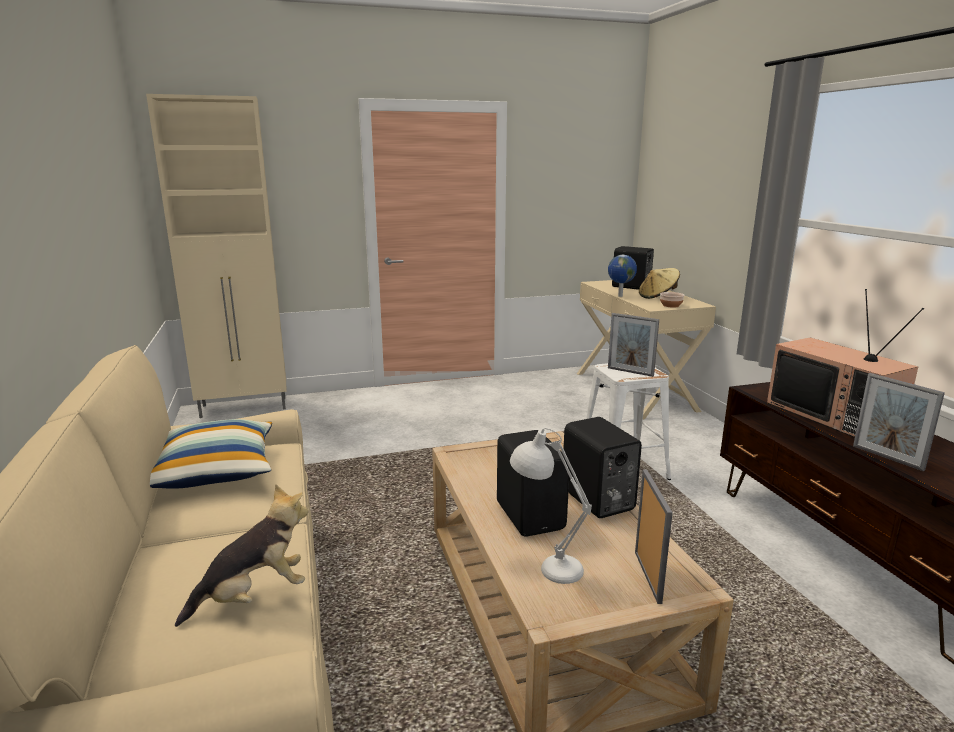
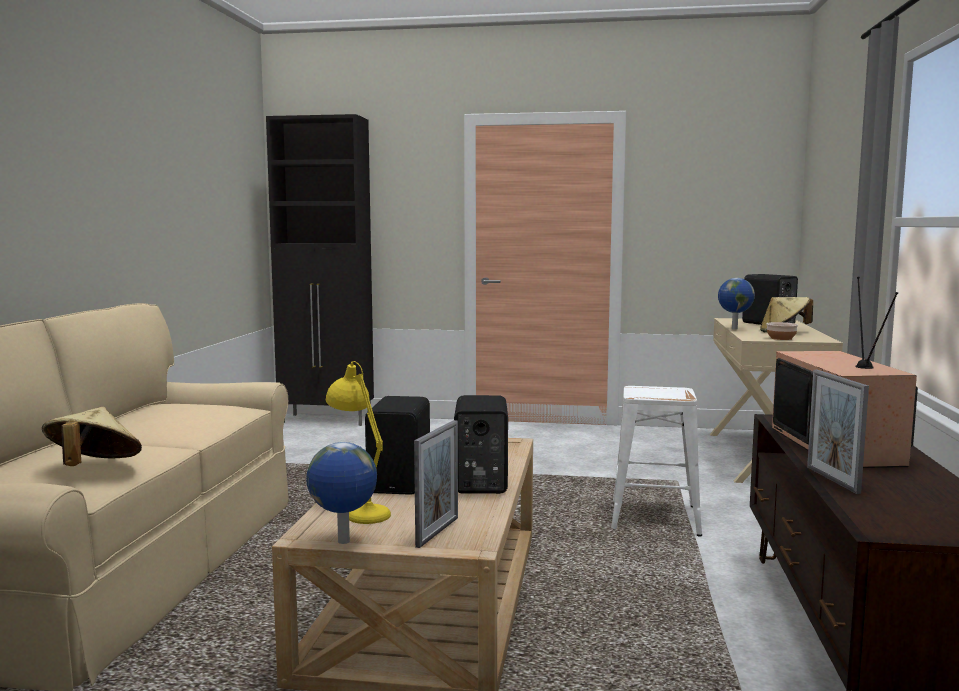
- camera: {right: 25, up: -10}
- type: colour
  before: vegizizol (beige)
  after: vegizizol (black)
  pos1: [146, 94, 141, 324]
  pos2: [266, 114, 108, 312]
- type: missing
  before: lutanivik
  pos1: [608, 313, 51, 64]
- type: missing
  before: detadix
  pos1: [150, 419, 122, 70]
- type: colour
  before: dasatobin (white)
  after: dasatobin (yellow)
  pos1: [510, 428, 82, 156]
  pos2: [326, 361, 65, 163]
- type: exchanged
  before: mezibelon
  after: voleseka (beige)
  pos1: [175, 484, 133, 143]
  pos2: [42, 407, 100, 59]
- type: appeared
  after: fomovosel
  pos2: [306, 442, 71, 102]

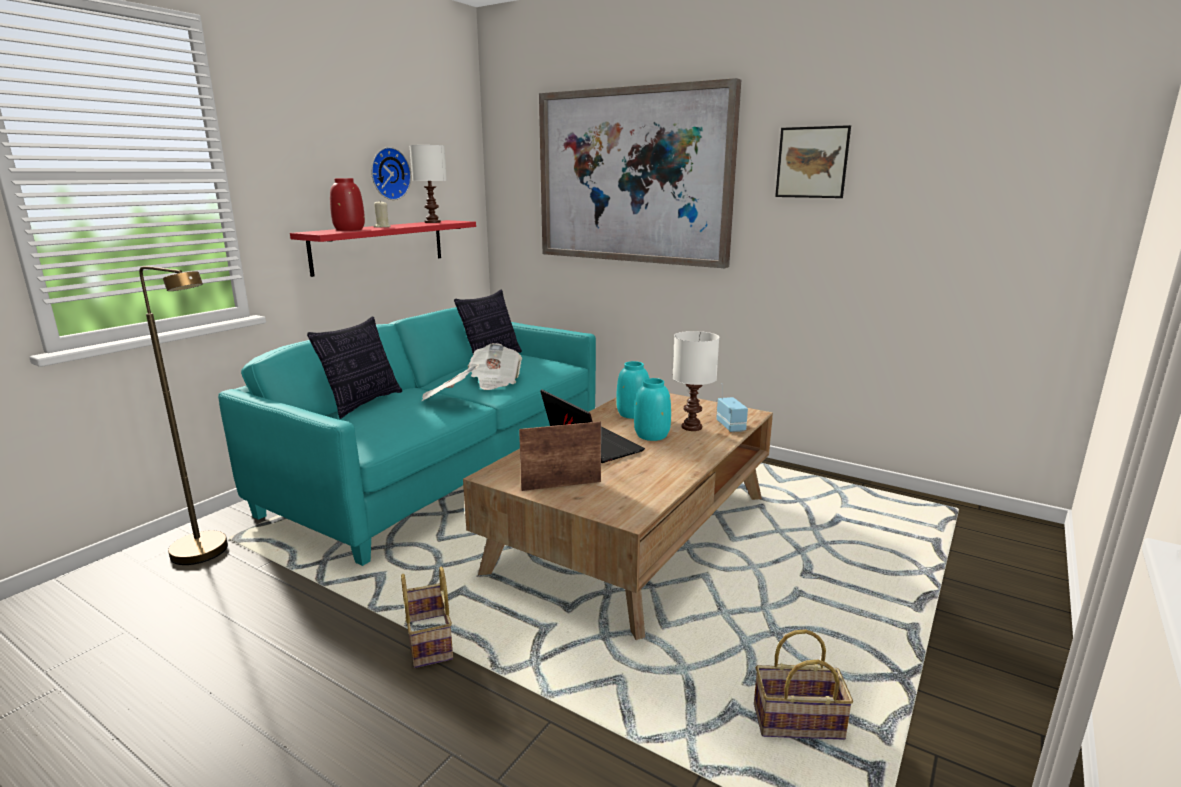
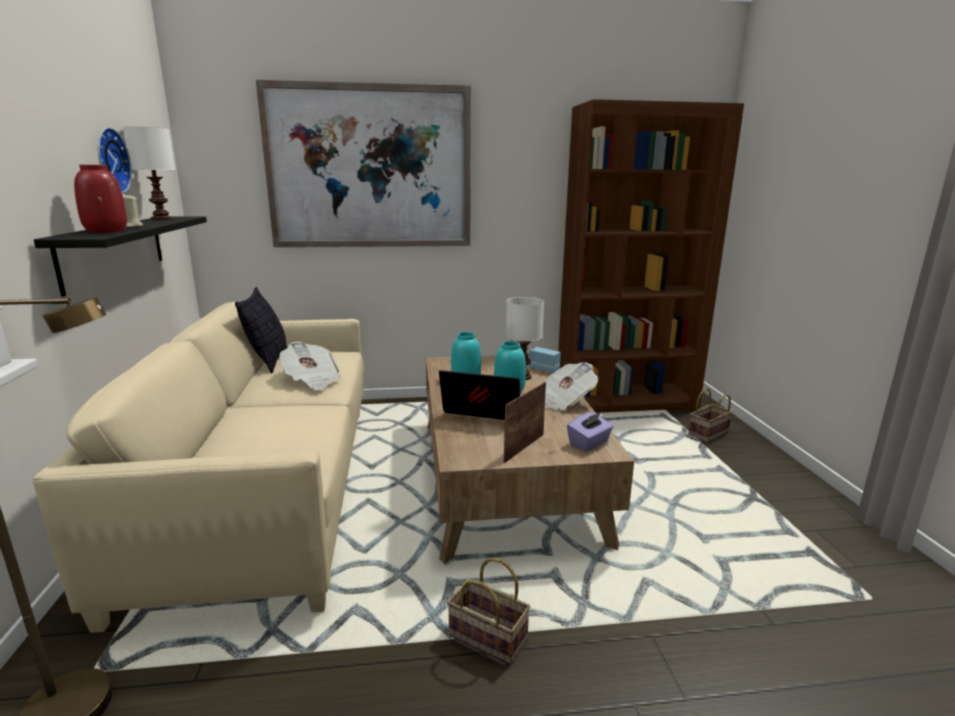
- camera: {right: -40, up: 0}
- type: missing
  before: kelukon
  pos1: [775, 125, 76, 73]
- type: colour
  before: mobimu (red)
  after: mobimu (black)
  pos1: [290, 220, 186, 57]
  pos2: [34, 216, 173, 81]
- type: colour
  before: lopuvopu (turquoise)
  after: lopuvopu (beige)
  pos1: [218, 307, 378, 259]
  pos2: [33, 301, 331, 332]
- type: missing
  before: detadix
  pos1: [307, 317, 95, 102]
- type: relocated
  before: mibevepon
  pos1: [421, 365, 58, 37]
  pos2: [545, 362, 53, 49]
- type: relocated
  before: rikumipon
  pos1: [754, 629, 99, 111]
  pos2: [688, 388, 45, 55]
- type: appeared
  after: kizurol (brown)
  pos2: [558, 99, 186, 314]
- type: appeared
  after: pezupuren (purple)
  pos2: [567, 412, 47, 39]

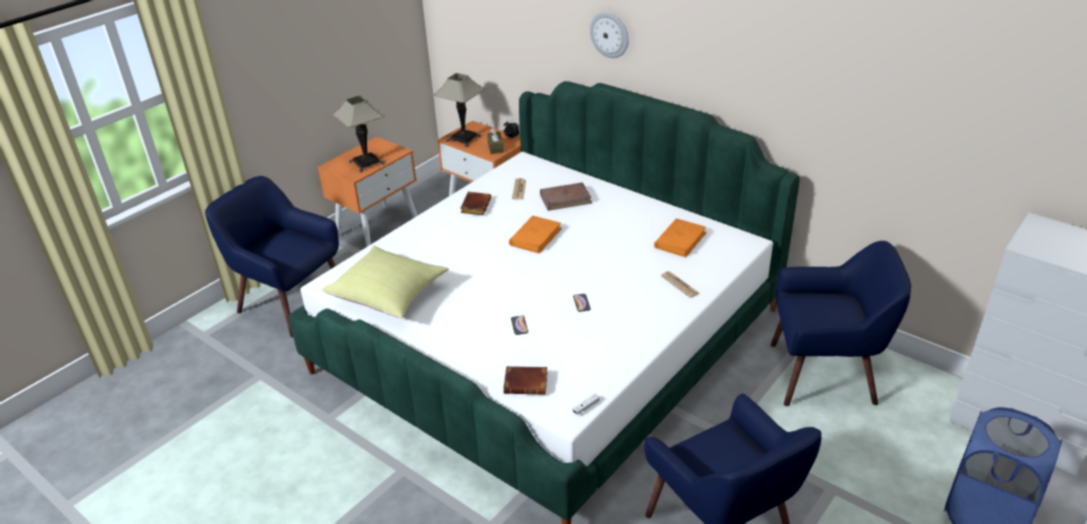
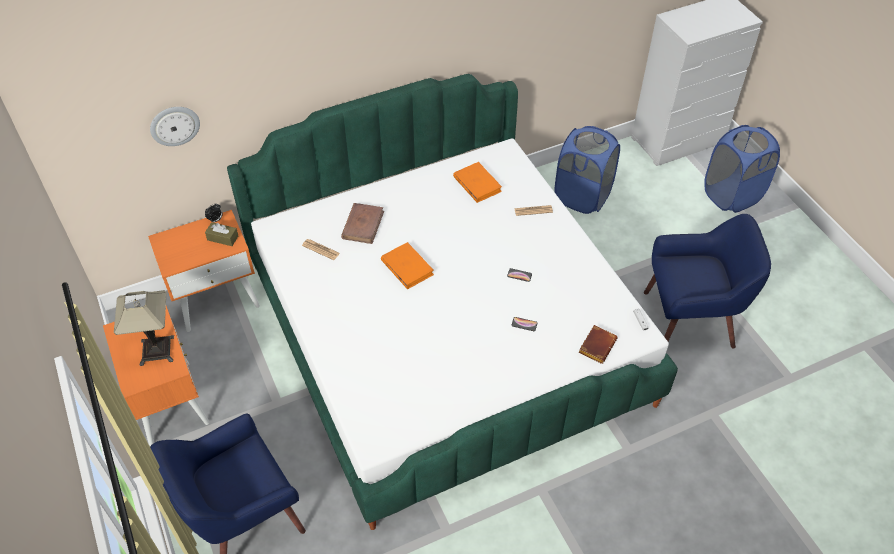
- camera: {right: -65, up: 15}
- type: relocated
  before: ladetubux
  pos1: [590, 12, 39, 46]
  pos2: [150, 107, 50, 39]
- type: missing
  before: dasatobin
  pos1: [434, 73, 51, 74]
- type: missing
  before: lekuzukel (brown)
  pos1: [460, 192, 31, 23]
- type: exchanged
  before: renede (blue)
  after: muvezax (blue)
  pos1: [771, 241, 140, 165]
  pos2: [554, 126, 66, 88]
- type: missing
  before: detadix (yellow)
  pos1: [322, 246, 127, 72]

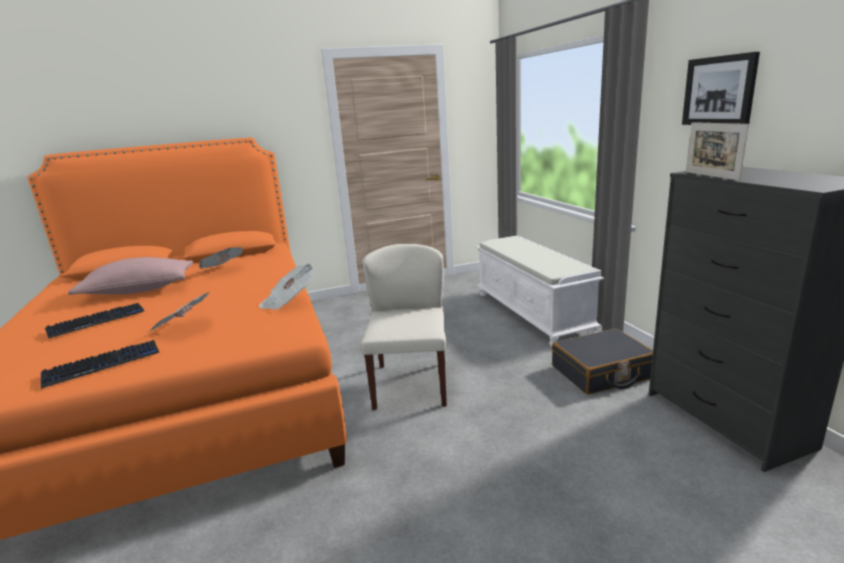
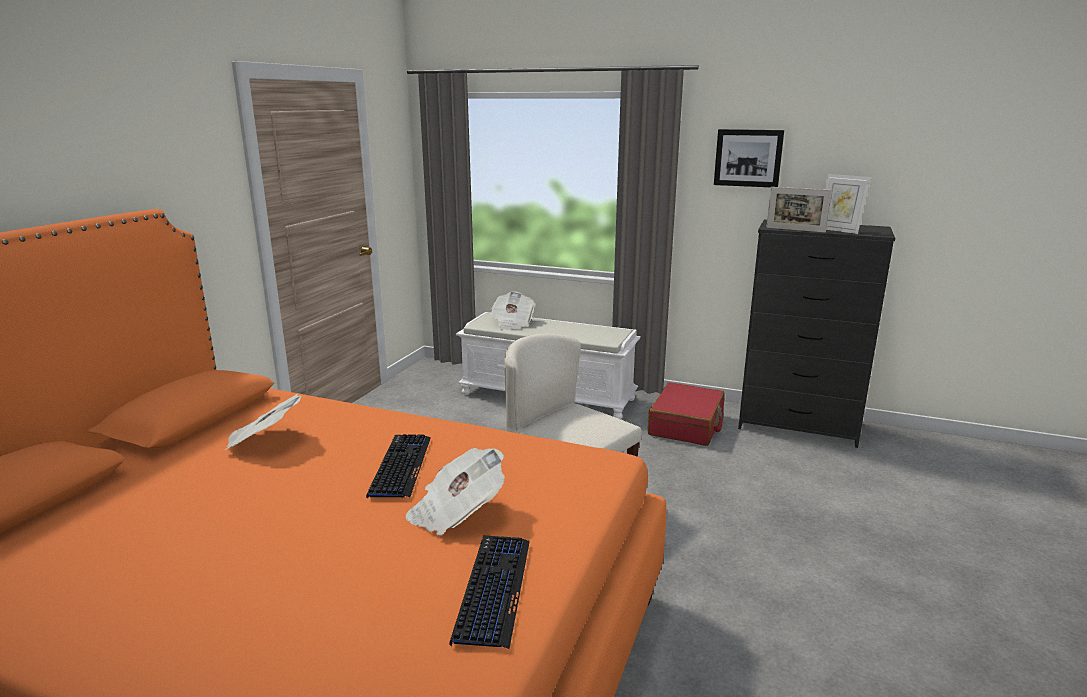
- camera: {right: -50, up: 0}
- type: missing
  before: detadix (pink)
  pos1: [68, 257, 125, 38]
- type: relocated
  before: mibevepon
  pos1: [259, 263, 56, 47]
  pos2: [491, 291, 45, 39]
- type: relocated
  before: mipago
  pos1: [45, 303, 99, 36]
  pos2: [366, 434, 65, 64]
- type: colour
  before: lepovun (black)
  after: lepovun (red)
  pos1: [552, 328, 101, 66]
  pos2: [648, 382, 77, 64]
- type: appeared
  after: lutanivik
  pos2: [824, 174, 47, 60]

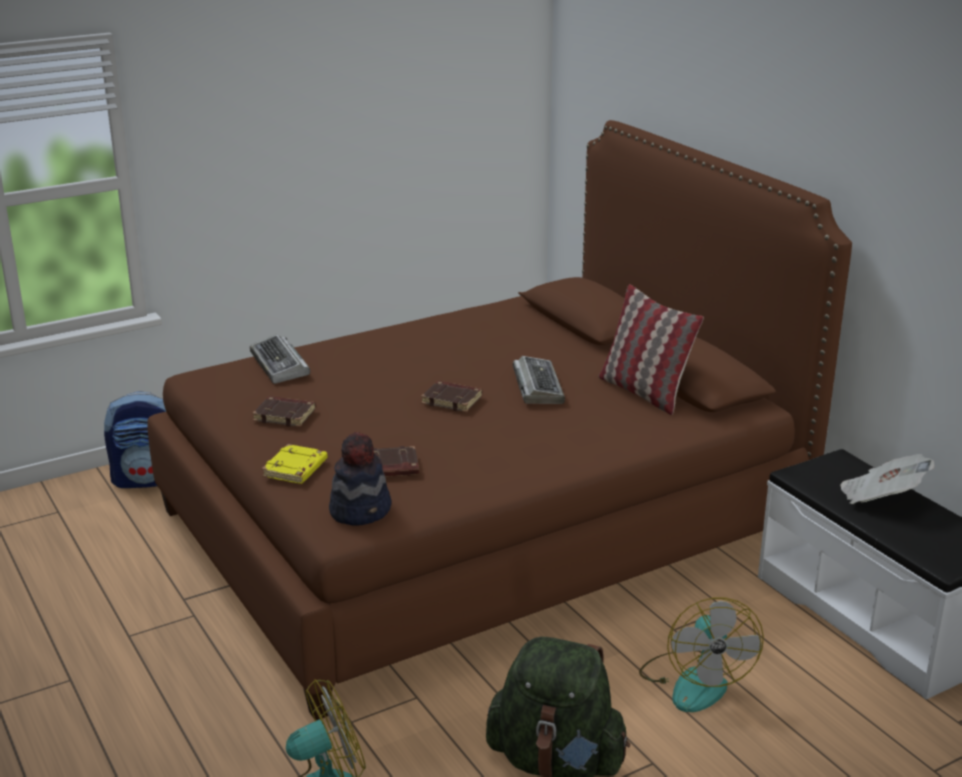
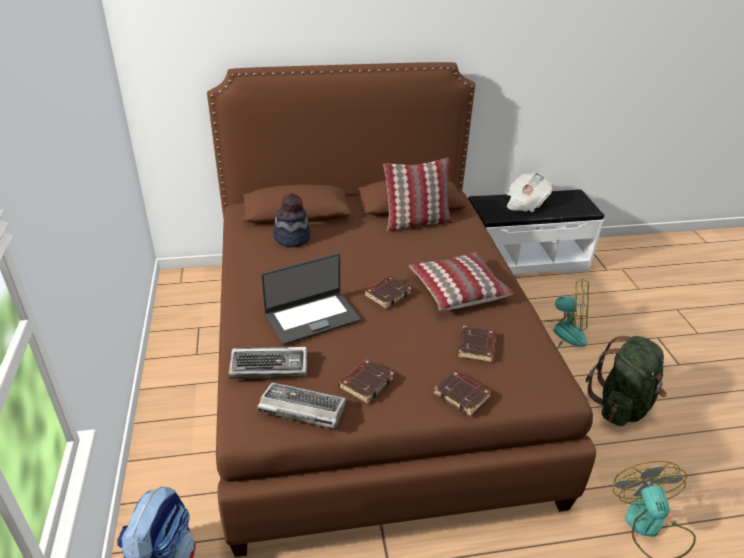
- camera: {right: -70, up: 10}
- type: relocated
  before: mipago
  pos1: [513, 356, 52, 48]
  pos2: [257, 382, 89, 47]
- type: relocated
  before: voleseka
  pos1: [329, 432, 63, 94]
  pos2: [273, 193, 38, 54]
- type: colour
  before: lekuzukel (yellow)
  after: lekuzukel (brown)
  pos1: [262, 444, 66, 40]
  pos2: [434, 370, 58, 47]
- type: appeared
  after: detadix
  pos2: [409, 252, 105, 58]
- type: appeared
  after: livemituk
  pos2: [261, 253, 100, 92]

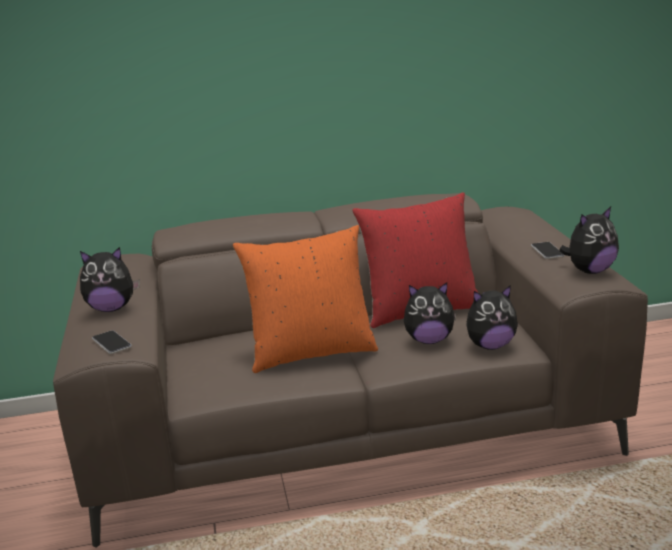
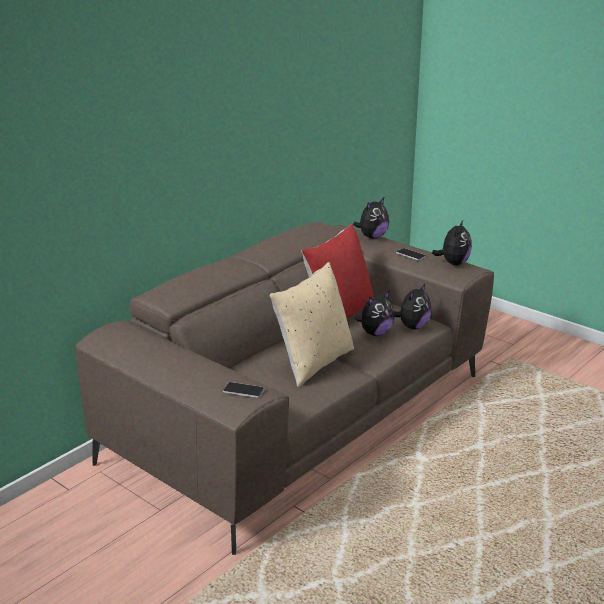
- camera: {right: -40, up: 5}
- type: colour
  before: detadix (orange)
  after: detadix (beige)
  pos1: [233, 225, 145, 148]
  pos2: [270, 262, 84, 125]
- type: relocated
  before: mezibelon
  pos1: [80, 247, 60, 65]
  pos2: [353, 198, 36, 41]

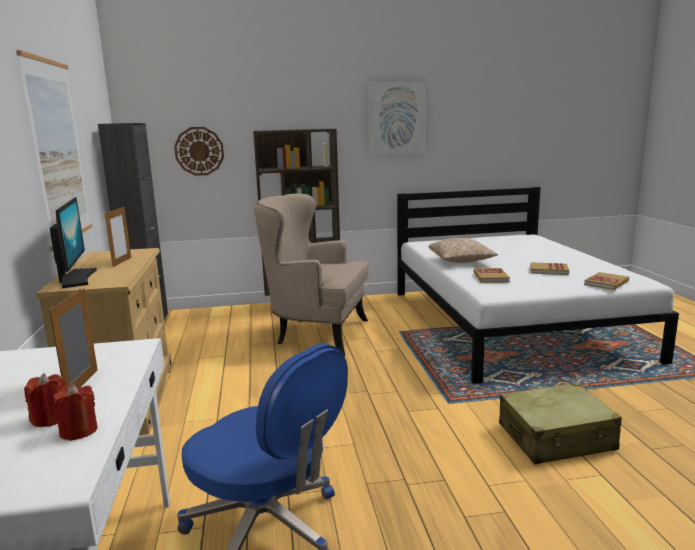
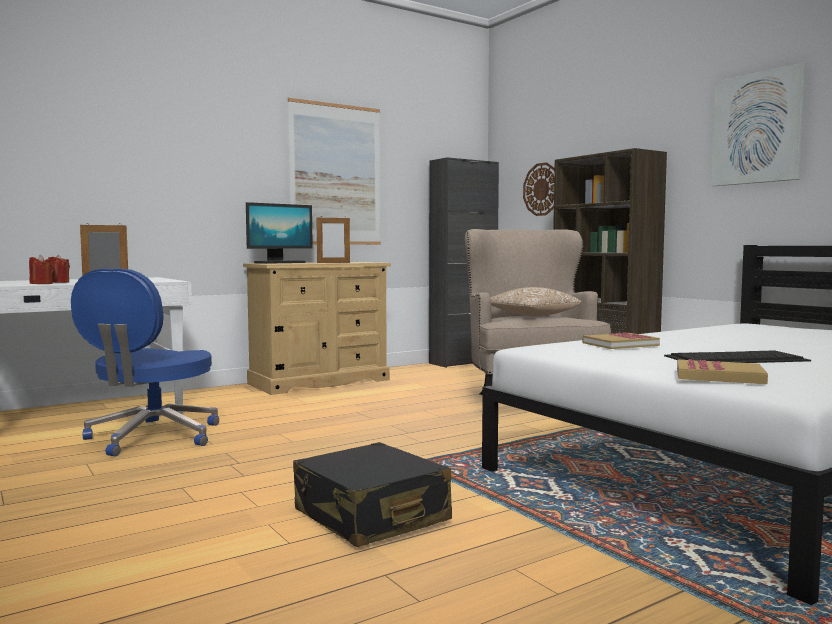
- camera: {right: 65, up: -10}
- type: relocated
  before: detadix
  pos1: [429, 238, 69, 25]
  pos2: [490, 287, 91, 29]
- type: exchanged
  before: lekuzukel
  after: mipago
  pos1: [530, 262, 39, 13]
  pos2: [664, 350, 147, 13]
- type: colour
  before: lepovun (beige)
  after: lepovun (black)
  pos1: [499, 382, 123, 82]
  pos2: [293, 442, 159, 105]

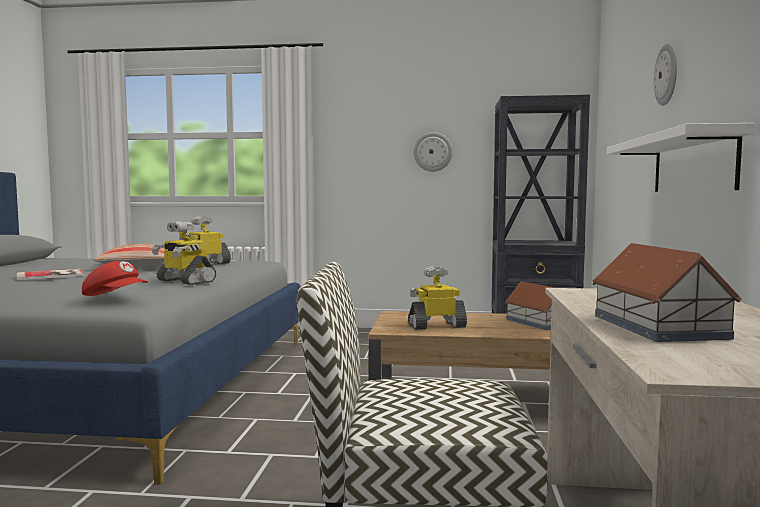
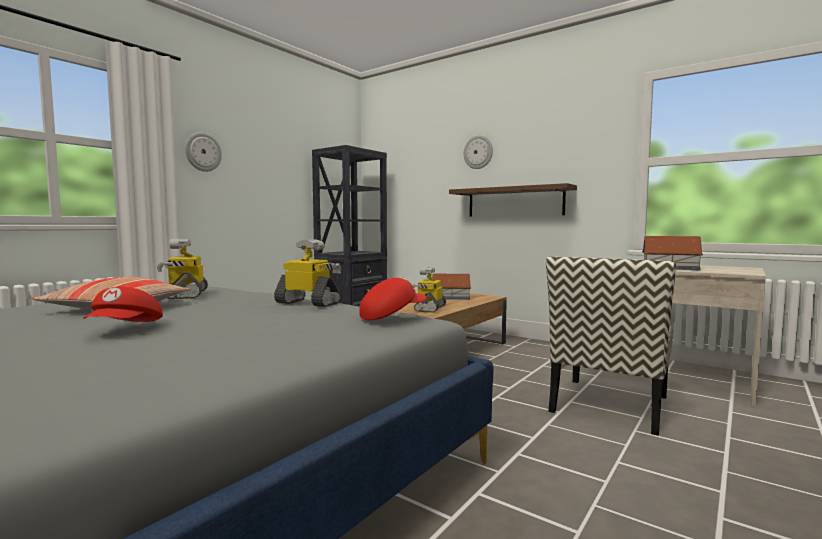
- camera: {right: -60, up: 0}
- type: colour
  before: mobimu (white)
  after: mobimu (brown)
  pos1: [607, 123, 148, 69]
  pos2: [449, 183, 128, 33]
- type: relocated
  before: ladetubux
  pos1: [413, 132, 40, 40]
  pos2: [185, 132, 37, 40]
- type: spun
  before: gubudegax
  pos1: [152, 221, 64, 64]
  pos2: [274, 239, 67, 68]
  turn: -135
- type: exchanged
  before: lekuzukel
  after: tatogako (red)
  pos1: [17, 269, 68, 11]
  pos2: [83, 287, 80, 35]

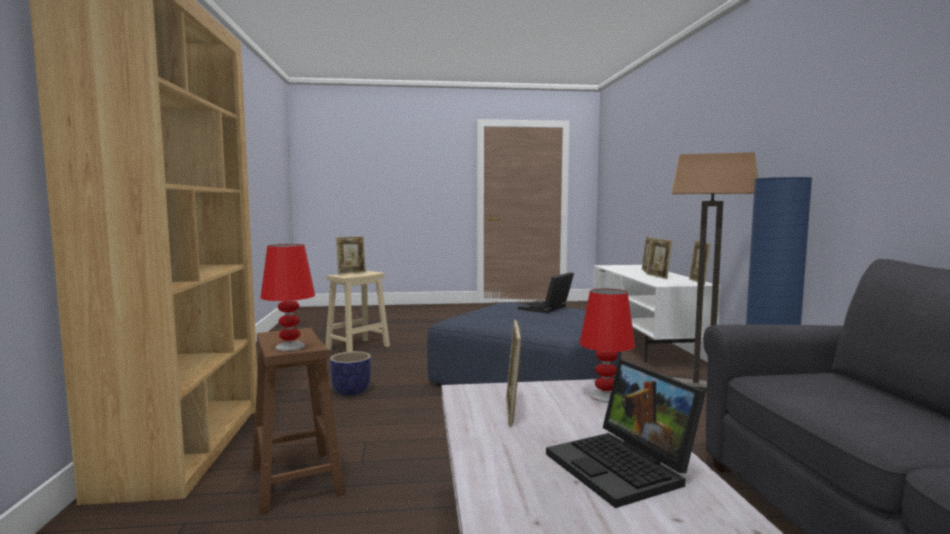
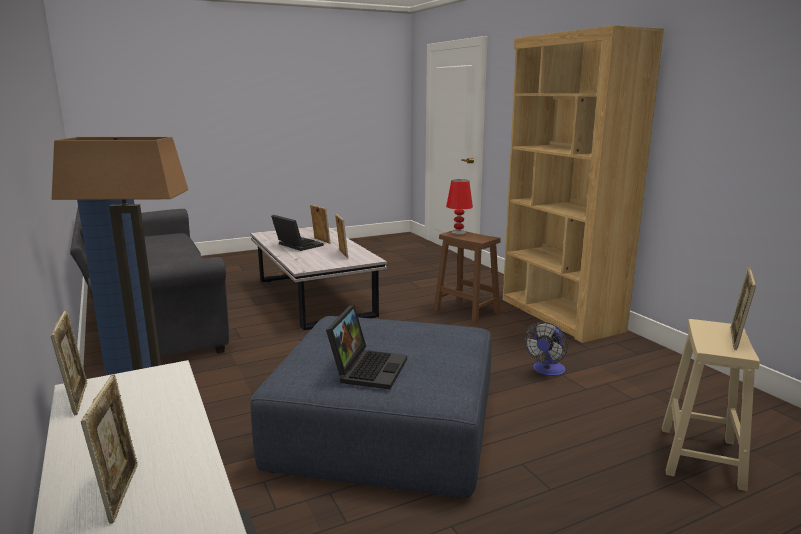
- camera: {right: 160, up: 10}
- type: relocated
  before: lutanivik
  pos1: [647, 238, 25, 41]
  pos2: [310, 205, 21, 39]
- type: missing
  before: dasatobin (red)
  pos1: [580, 289, 55, 114]
- type: exchanged
  before: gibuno
  after: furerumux
  pos1: [330, 351, 41, 45]
  pos2: [524, 322, 44, 54]

